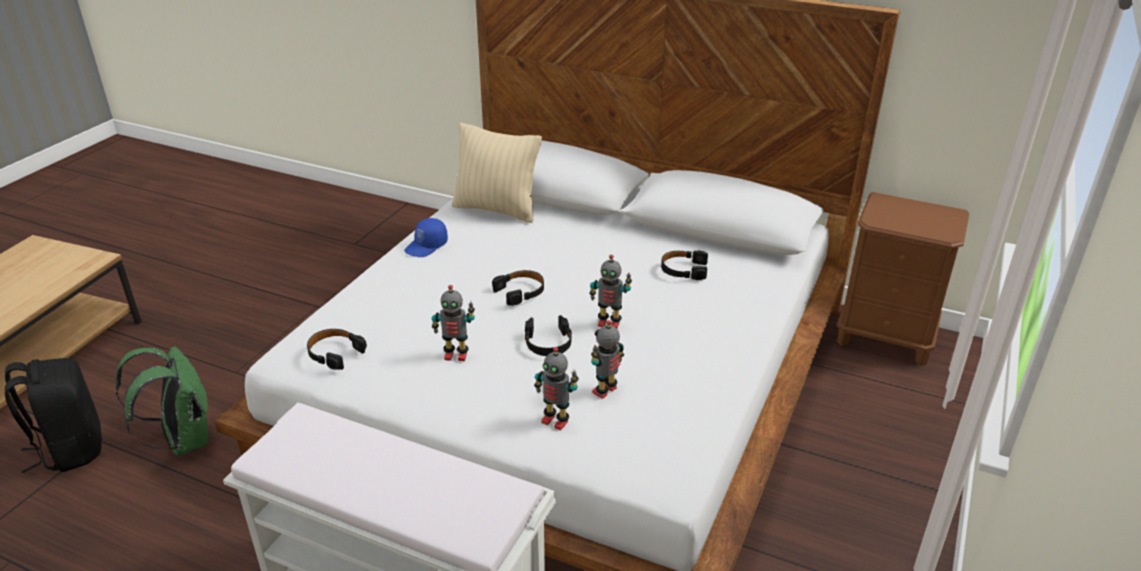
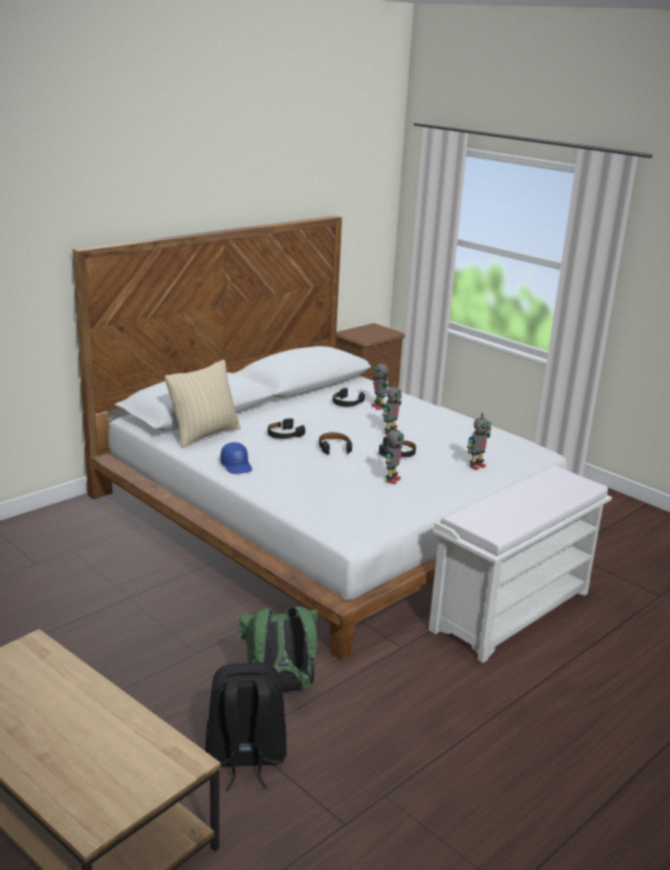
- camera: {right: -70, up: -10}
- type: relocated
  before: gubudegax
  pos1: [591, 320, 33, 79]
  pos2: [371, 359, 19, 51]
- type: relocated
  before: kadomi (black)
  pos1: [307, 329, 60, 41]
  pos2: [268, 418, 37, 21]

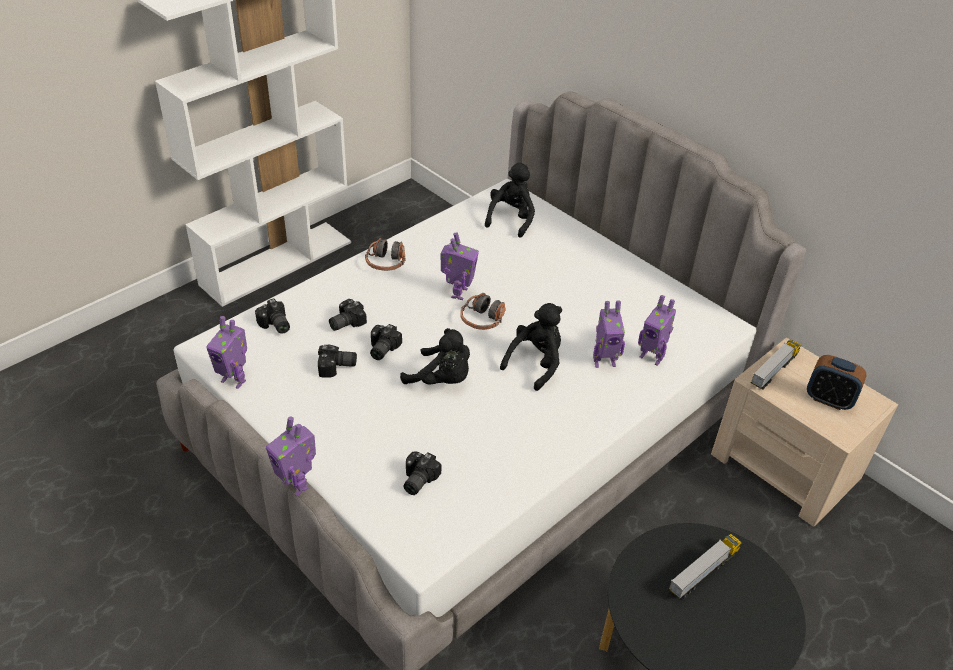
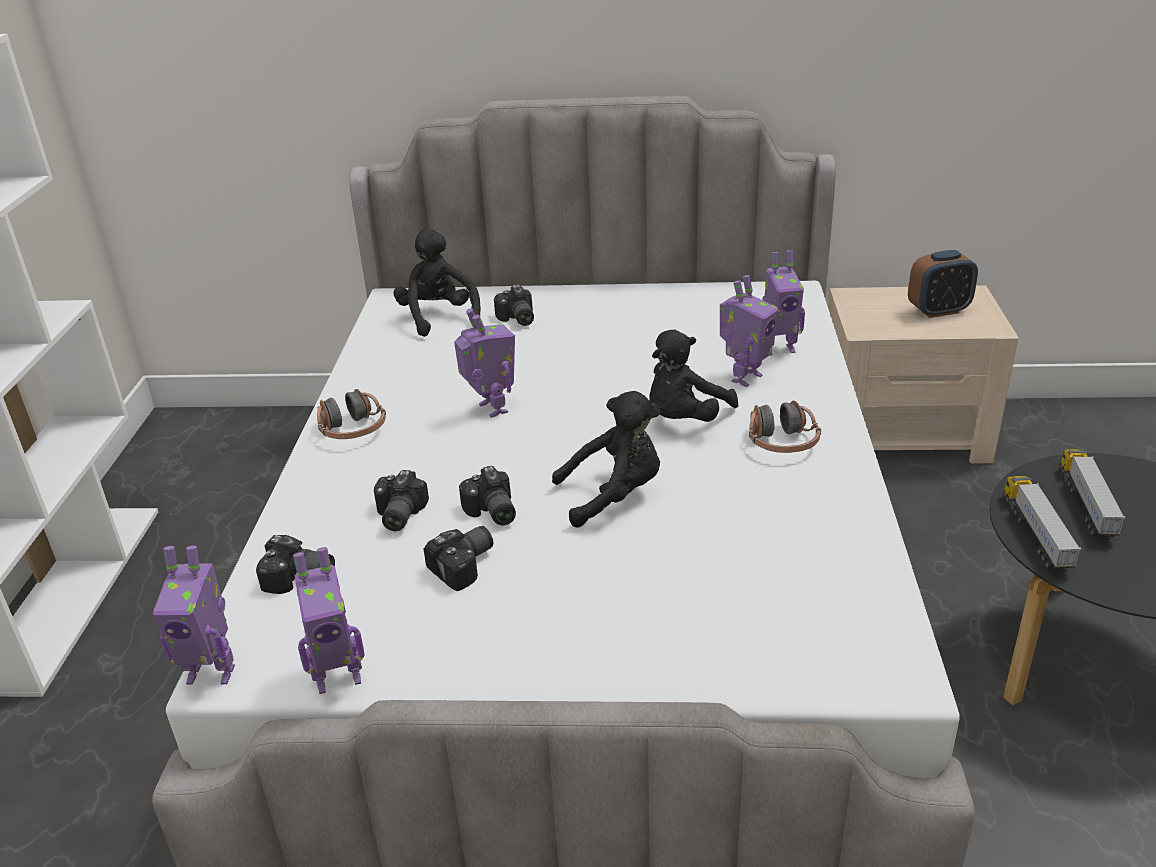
- camera: {right: -40, up: -10}
- type: relocated
  before: kadomi
  pos1: [460, 293, 46, 37]
  pos2: [749, 401, 72, 52]
- type: spun
  before: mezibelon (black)
  pos1: [500, 303, 62, 88]
  pos2: [650, 329, 88, 93]
  turn: -135
- type: relocated
  before: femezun
  pos1: [751, 340, 50, 50]
  pos2: [1004, 476, 77, 93]
- type: relocated
  before: gubudegax
  pos1: [266, 417, 50, 79]
  pos2: [152, 546, 83, 139]
- type: relocated
  before: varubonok
  pos1: [403, 451, 38, 44]
  pos2: [494, 284, 40, 42]

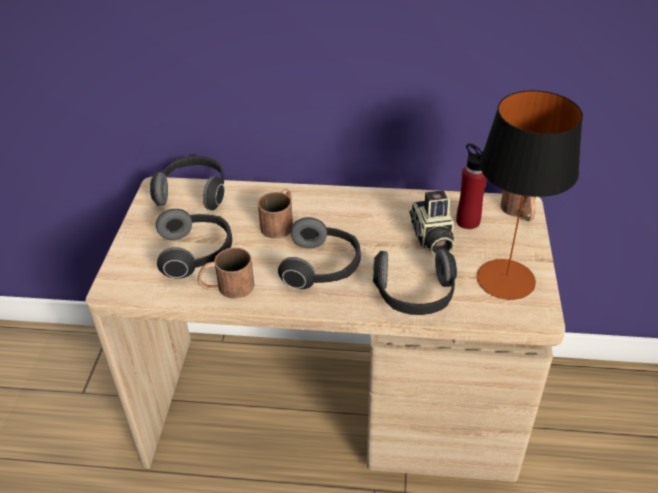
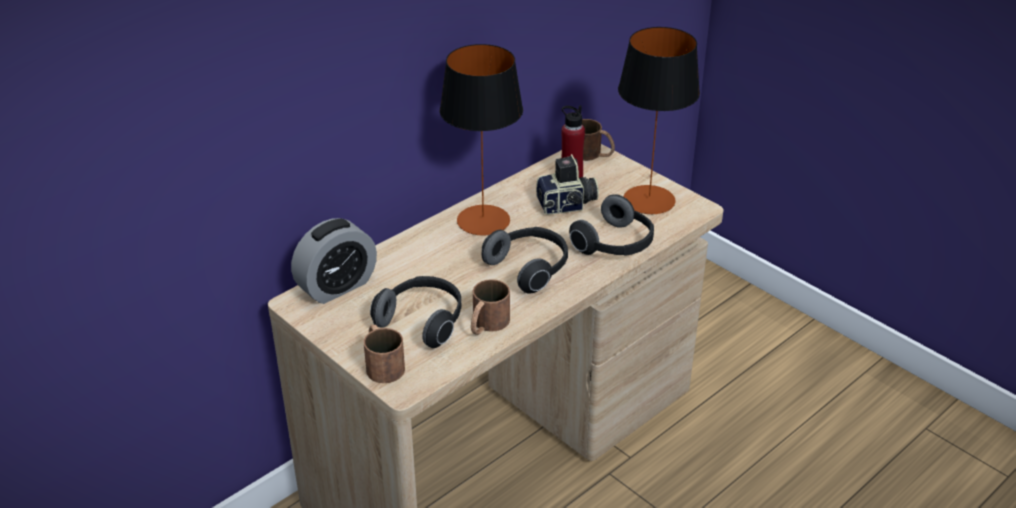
- camera: {right: -50, up: -5}
- type: exchanged
  before: kadomi
  after: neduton
  pos1: [150, 156, 75, 55]
  pos2: [291, 218, 86, 86]
- type: relocated
  before: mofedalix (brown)
  pos1: [258, 189, 35, 50]
  pos2: [364, 324, 41, 59]
- type: spun
  before: varubonok
  pos1: [409, 190, 46, 66]
  pos2: [536, 154, 63, 61]
  turn: -45
- type: appeared
  after: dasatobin
  pos2: [440, 44, 83, 191]

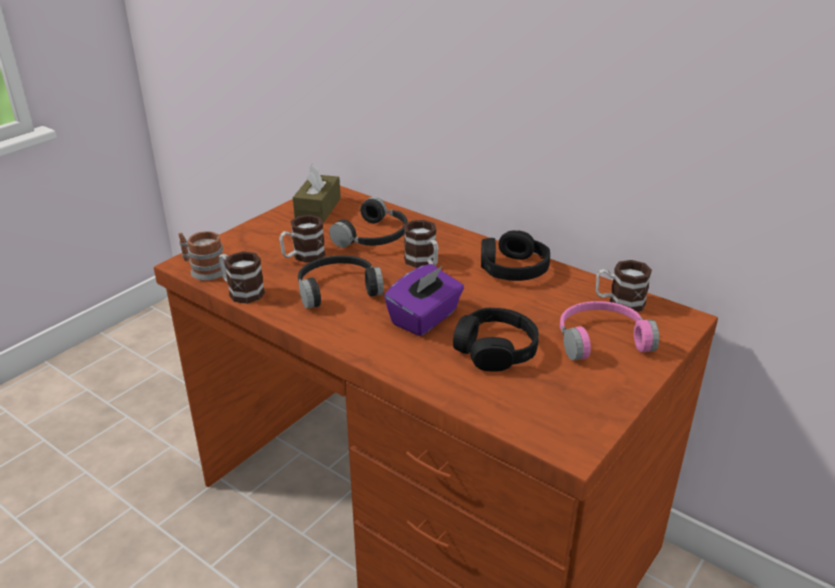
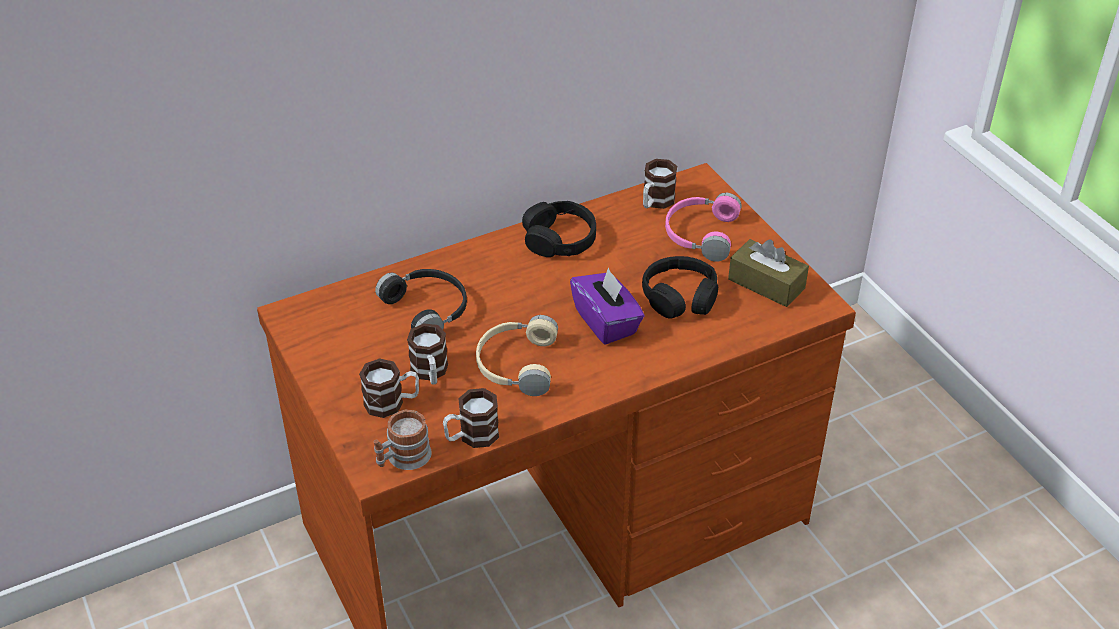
- camera: {right: -65, up: 10}
- type: relocated
  before: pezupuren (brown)
  pos1: [293, 164, 48, 59]
  pos2: [728, 239, 81, 68]
- type: relocated
  before: mofedalix
  pos1: [404, 220, 34, 48]
  pos2: [359, 358, 60, 60]
- type: colour
  before: kadomi (black)
  after: kadomi (beige)
  pos1: [298, 255, 86, 54]
  pos2: [476, 315, 82, 81]

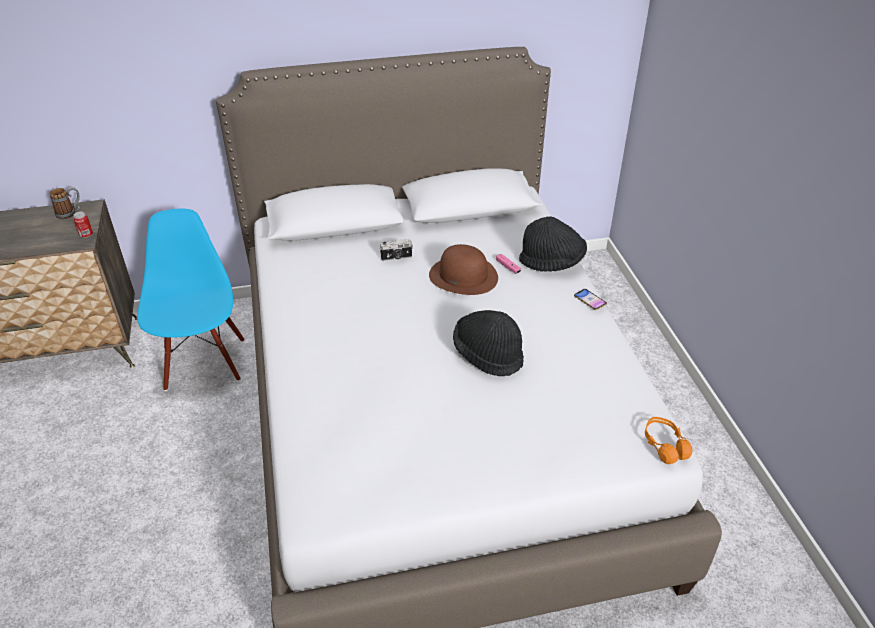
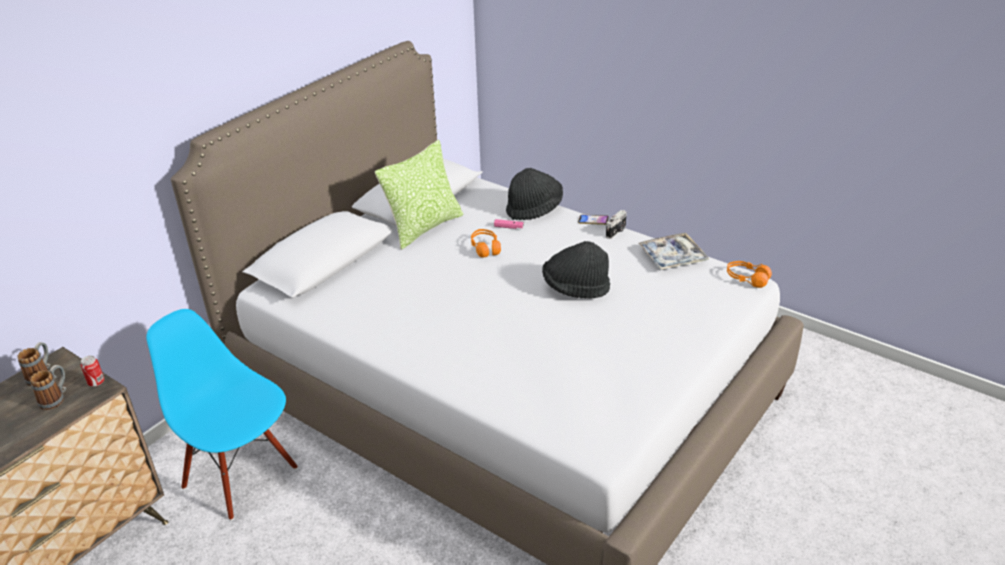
- camera: {right: -40, up: -5}
- type: relocated
  before: varubonok
  pos1: [379, 239, 34, 22]
  pos2: [606, 210, 21, 29]
- type: exchanged
  before: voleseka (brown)
  after: kadomi (orange)
  pos1: [429, 244, 69, 51]
  pos2: [471, 229, 30, 29]
- type: appeared
  after: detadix
  pos2: [375, 140, 88, 110]
- type: appeared
  after: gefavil
  pos2: [638, 233, 71, 37]
- type: appeared
  after: mofedalix
  pos2: [30, 365, 36, 45]

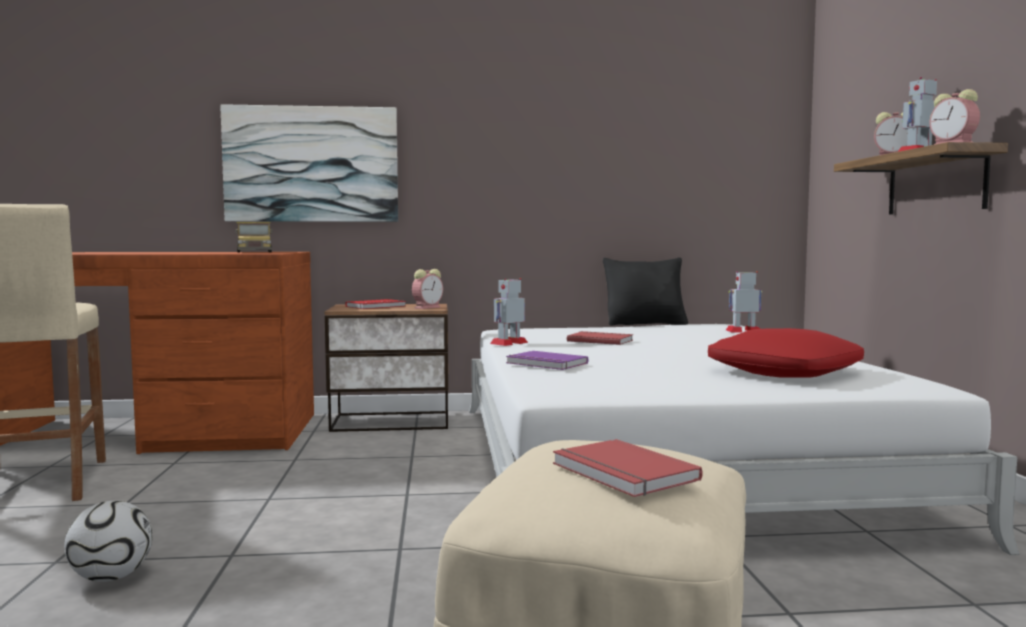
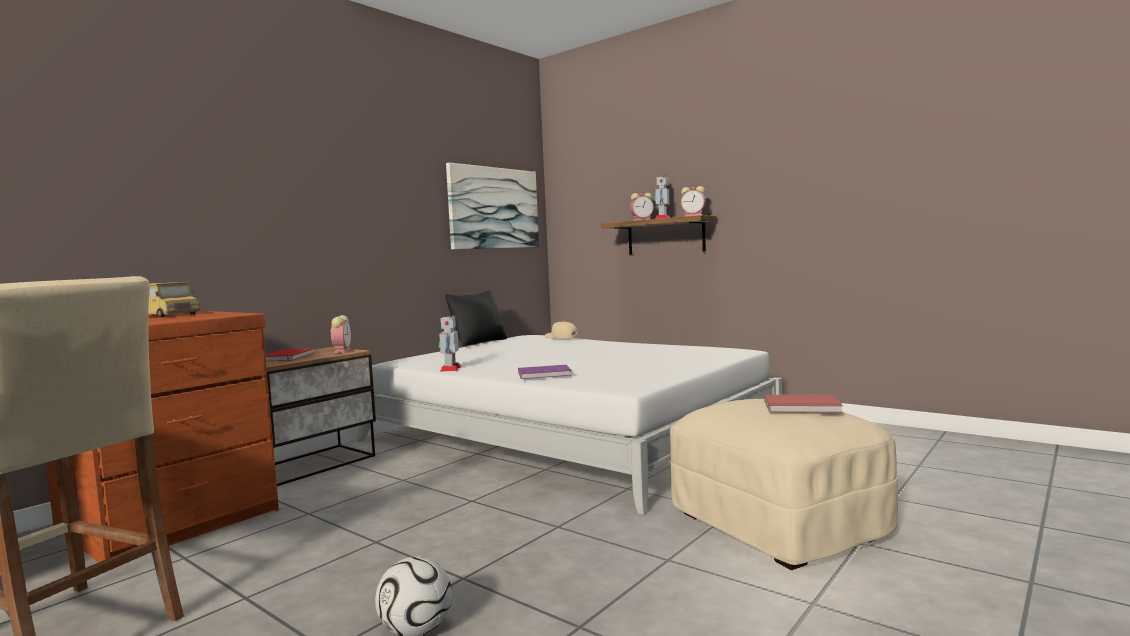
- camera: {right: -45, up: 0}
- type: relocated
  before: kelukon
  pos1: [220, 104, 178, 118]
  pos2: [446, 162, 93, 87]
- type: exchanged
  before: gubudegax
  after: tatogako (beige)
  pos1: [726, 271, 36, 62]
  pos2: [545, 321, 33, 17]
- type: missing
  before: detadix (red)
  pos1: [708, 328, 156, 49]
- type: missing
  before: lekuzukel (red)
  pos1: [567, 331, 66, 14]

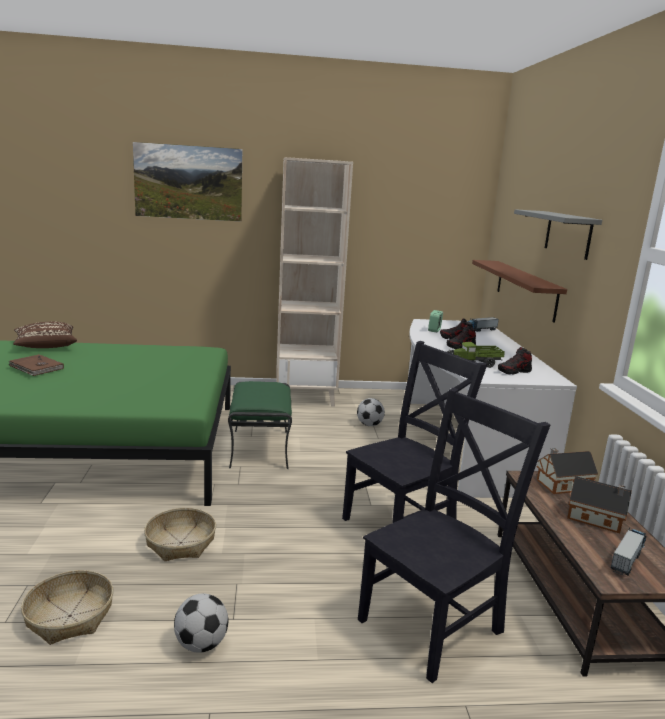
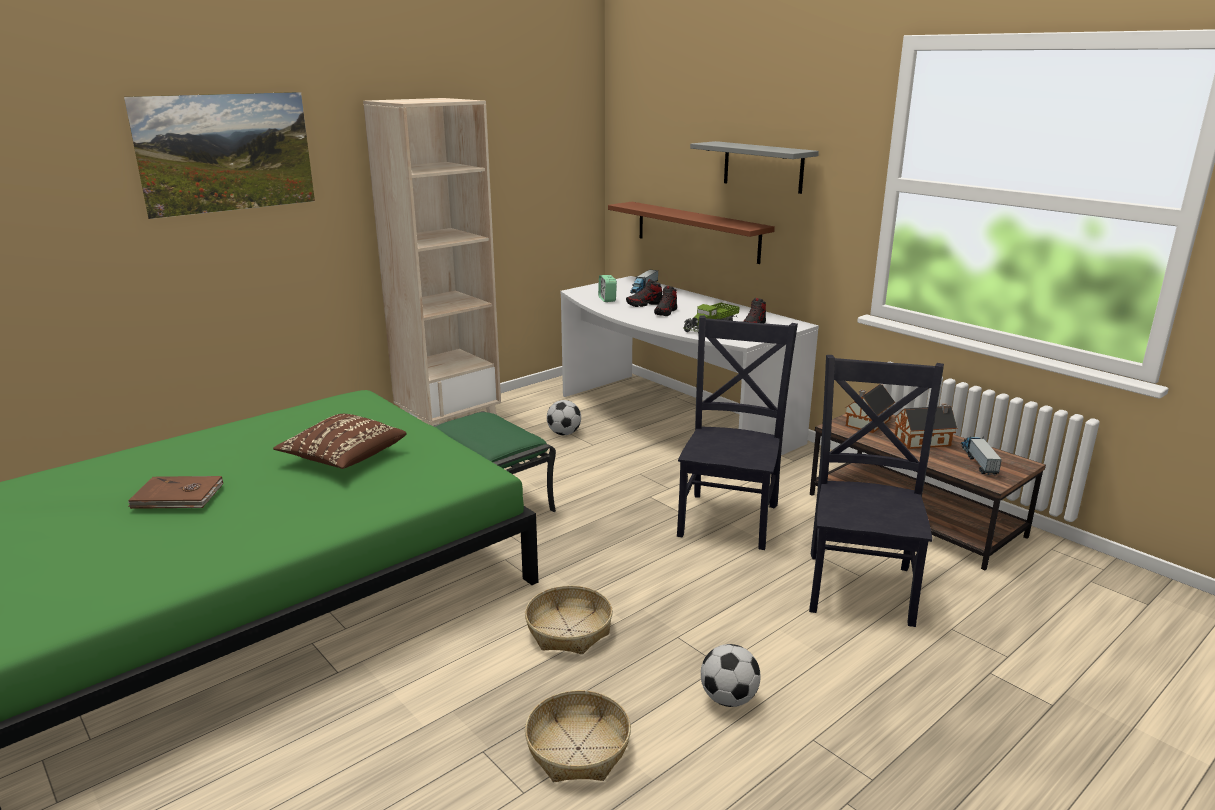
- camera: {right: -35, up: 5}
- type: relocated
  before: detadix (brown)
  pos1: [13, 322, 64, 26]
  pos2: [273, 414, 134, 55]

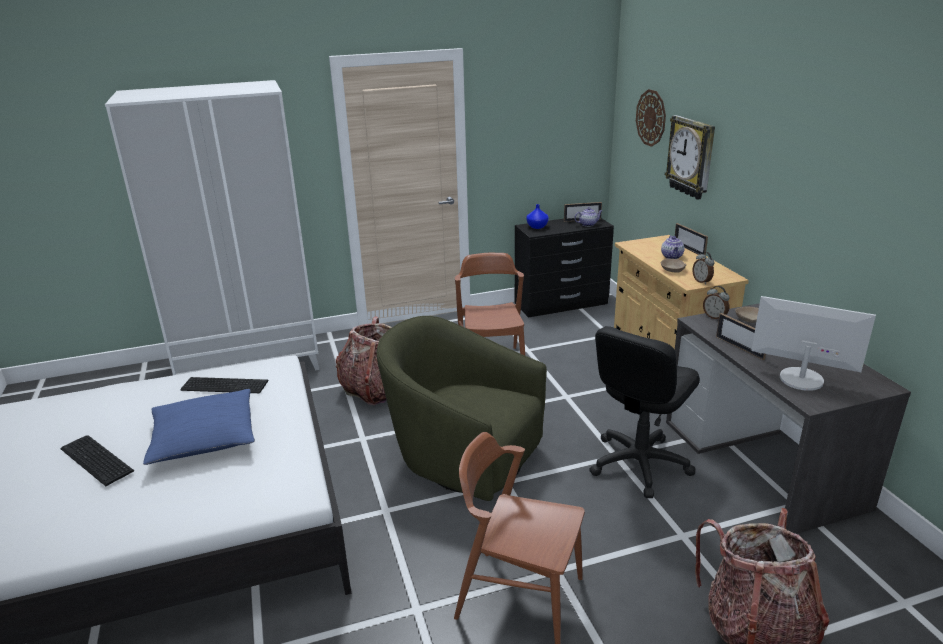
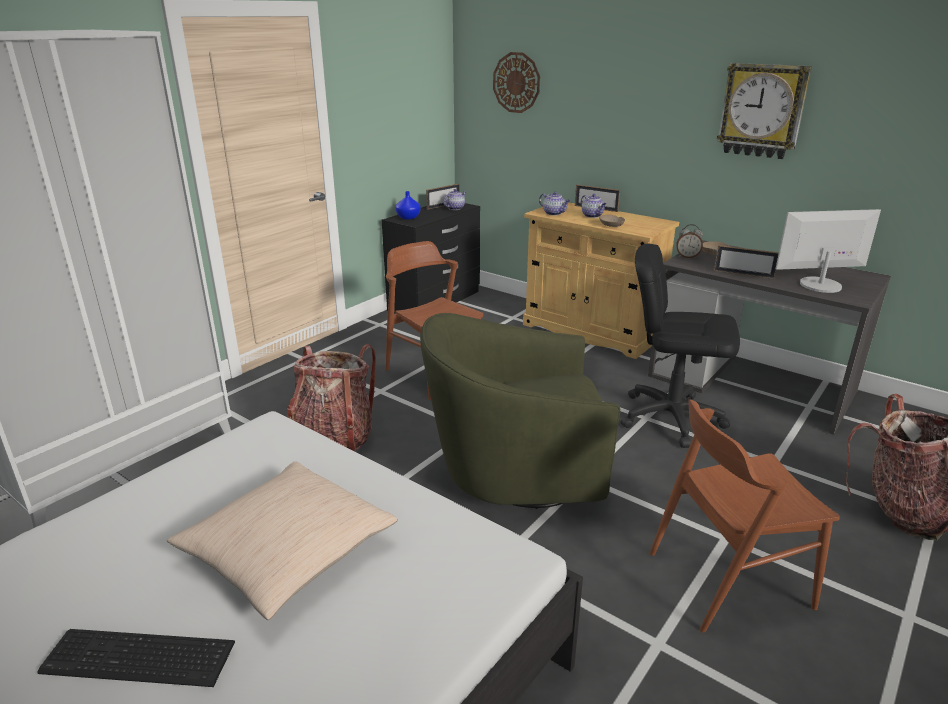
- camera: {right: -35, up: 0}
- type: relocated
  before: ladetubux
  pos1: [665, 115, 50, 85]
  pos2: [717, 63, 95, 96]
- type: missing
  before: neduton
  pos1: [692, 252, 23, 33]
- type: spun
  before: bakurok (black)
  pos1: [589, 326, 111, 172]
  pos2: [620, 244, 120, 204]
  turn: 105
- type: missing
  before: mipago
  pos1: [181, 377, 88, 16]
- type: colour
  before: detadix (blue)
  after: detadix (beige)
  pos1: [143, 389, 112, 76]
  pos2: [167, 461, 231, 159]
- type: appeared
  after: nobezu
  pos2: [539, 192, 31, 23]

